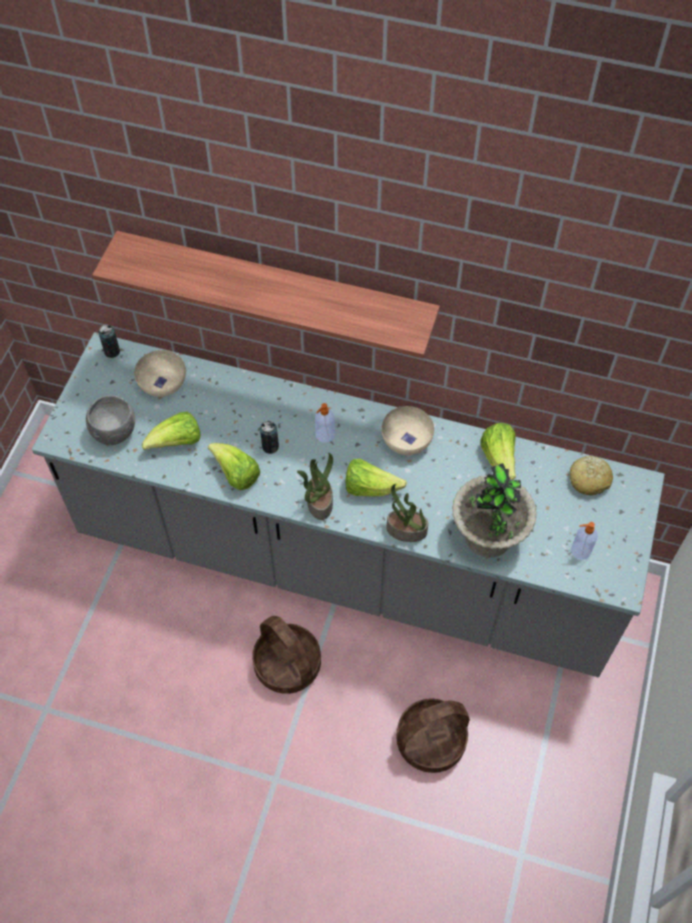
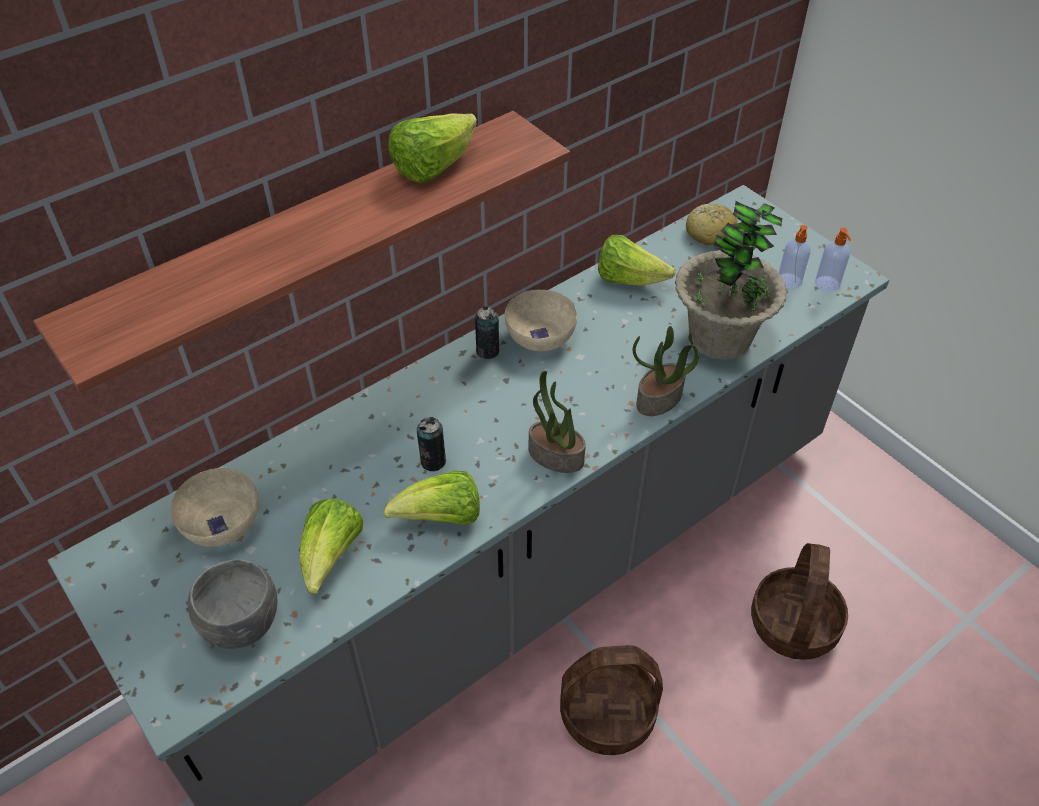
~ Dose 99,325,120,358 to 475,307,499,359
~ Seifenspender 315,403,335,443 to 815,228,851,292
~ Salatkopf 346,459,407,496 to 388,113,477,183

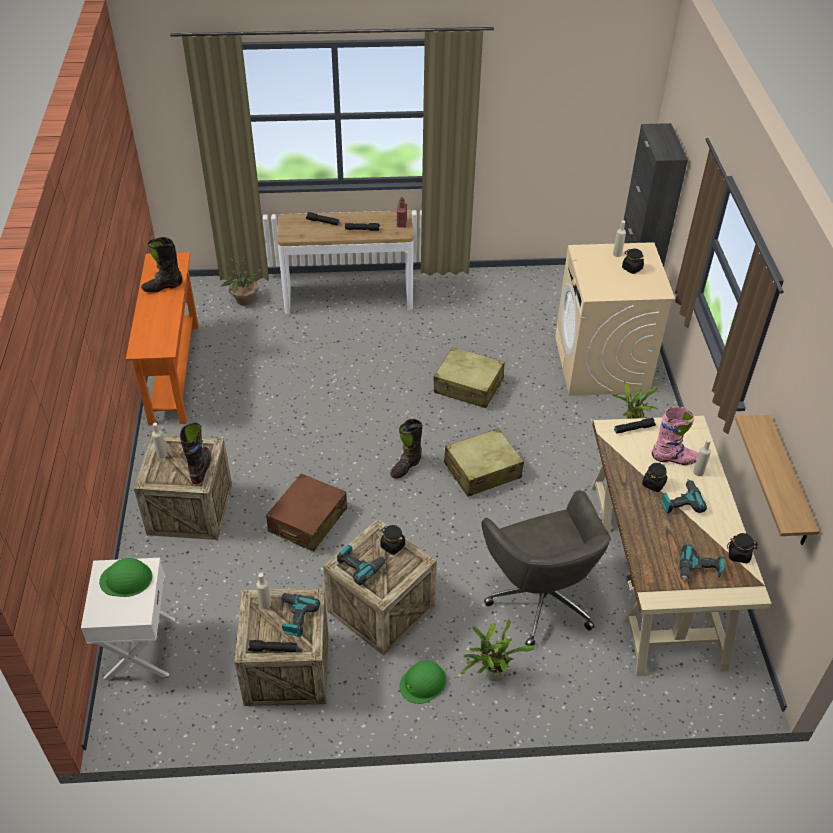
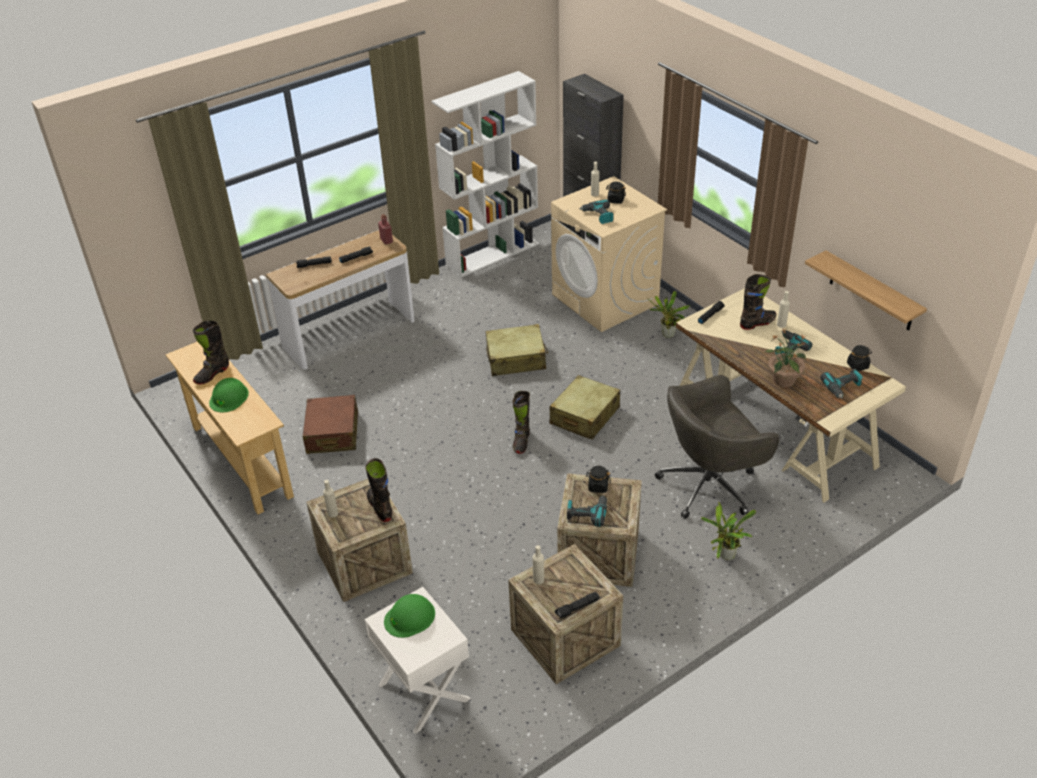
- Vorratsglas/schwarz 642,463,667,492
+ Bücherregal/weiß 431,71,539,278
~ Topfpflanze 220,256,261,306 to 764,328,806,387
~ Koffer/braun 266,474,347,551 to 303,395,358,454
~ Bohrmaschine 278,593,320,637 to 579,199,614,224
~ Schutzhelm/grün 399,660,446,704 to 209,378,249,412
~ Konsolentisch/orange 126,252,199,425 to Konsolentisch/beige 166,341,294,514
~ Stiefel/rosa 652,407,699,465 to Stiefel/schwarz 740,274,777,330
~ Bürostuhl/grau 482,491,611,646 = 655,375,779,519 120 degrees clockwise

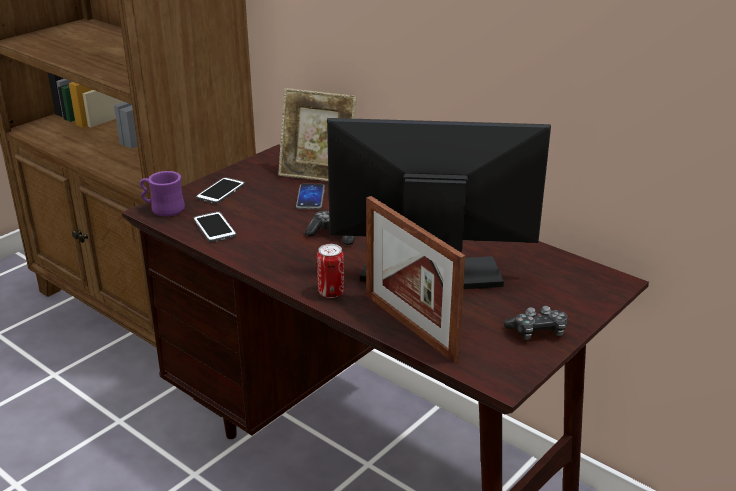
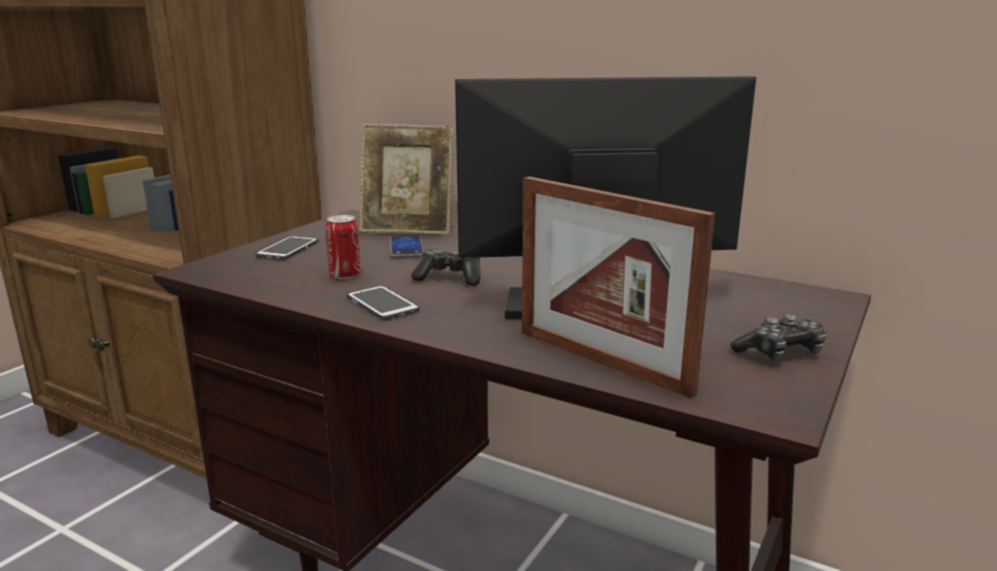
- Henkelbecher/lila 140,171,185,216
~ Handy 193,211,237,243 to 347,285,419,320
~ Dose 317,244,344,298 to 325,215,360,279

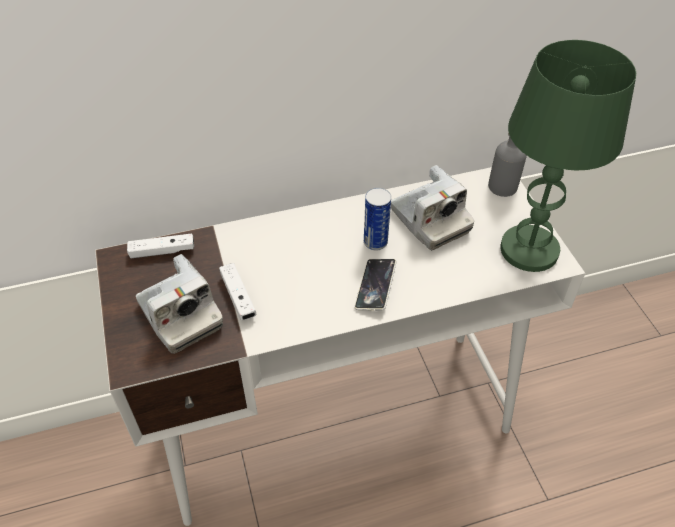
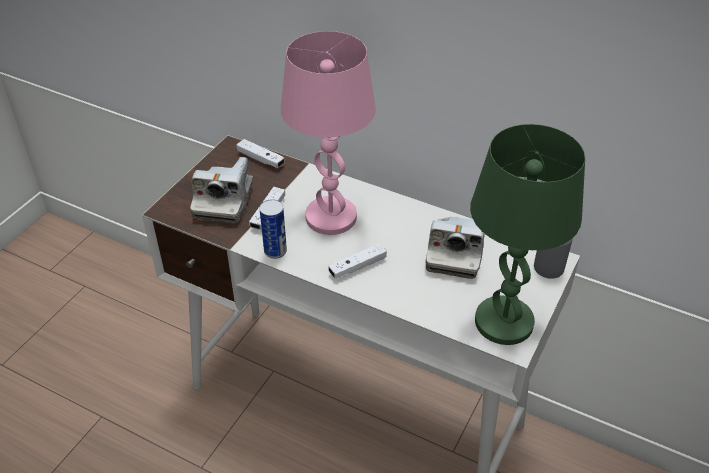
+ Tischlampe/rosa 281,31,376,235
~ Dose 364,188,391,251 to 259,199,287,259
~ Handy 354,259,396,311 to Gamepad/weiß 328,243,387,279

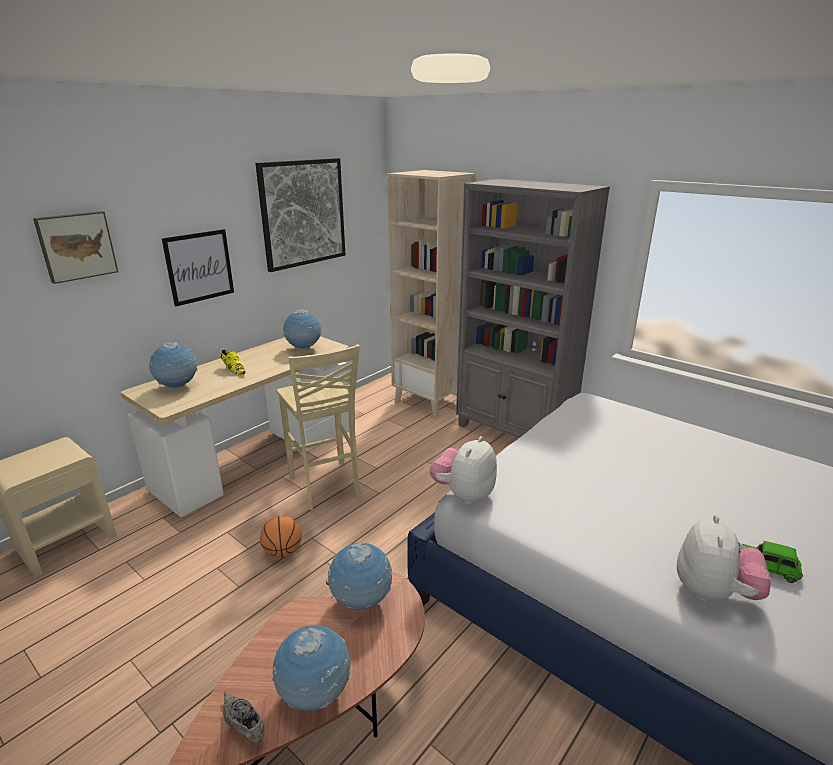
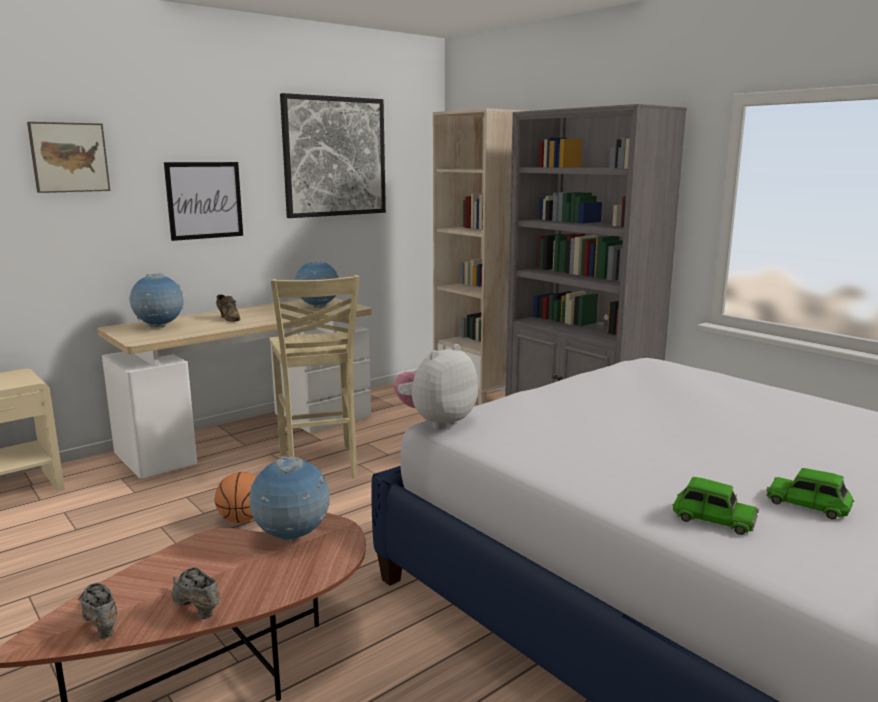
~ Globus 271,625,351,711 to Schuh/grau 172,567,220,619
~ Plüschtier 677,515,771,601 to Spielzeugauto/grün 672,477,759,535
~ Schuh/gelb 221,349,246,375 to Schuh/braun 216,294,240,322

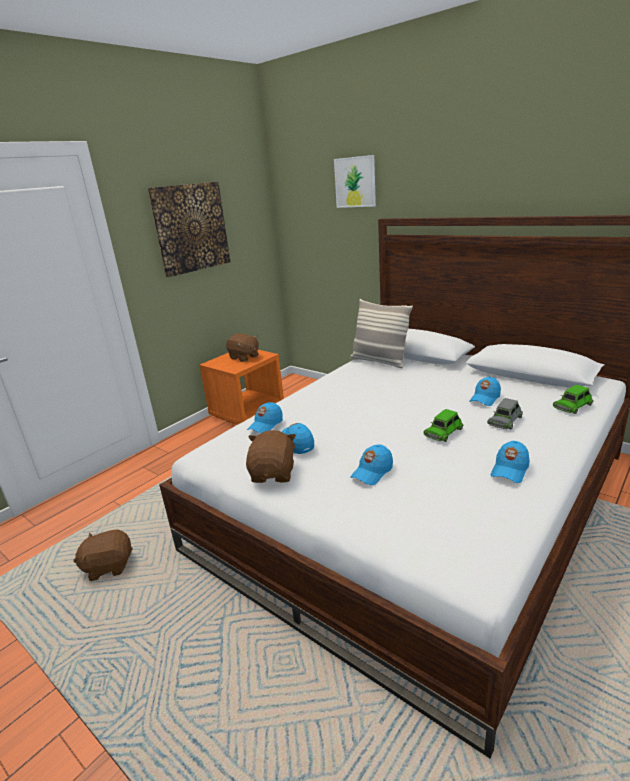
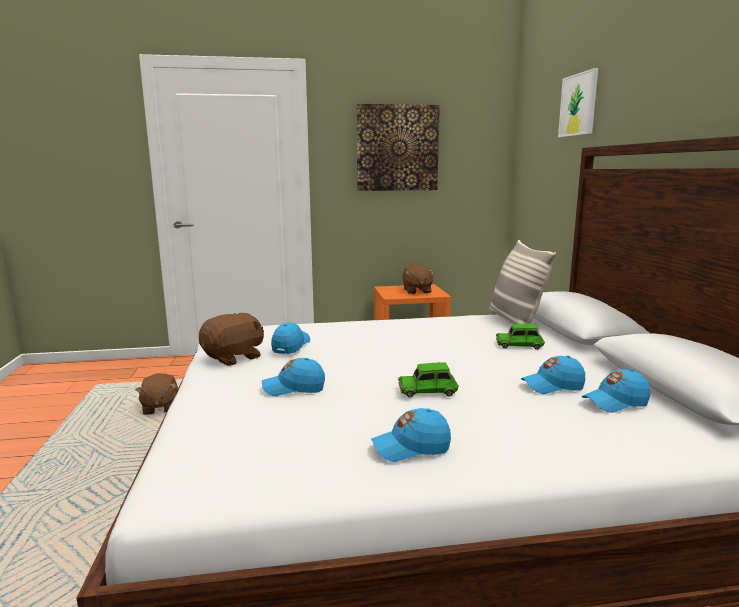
- Spielzeugauto/grau 487,398,523,430
~ Kappe/blau 247,402,283,433 to 581,369,650,413
~ Spielzeugauto/grün 553,385,593,414 to 496,324,545,350
~ Plüschtier/braun 73,529,133,581 = 136,373,178,415 135 degrees counterclockwise

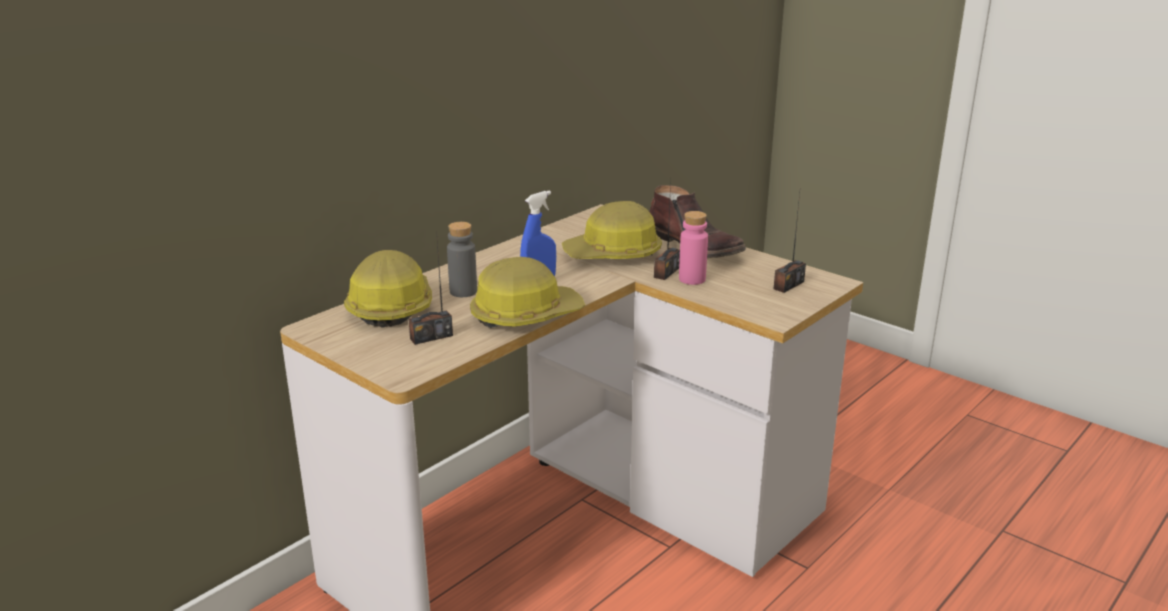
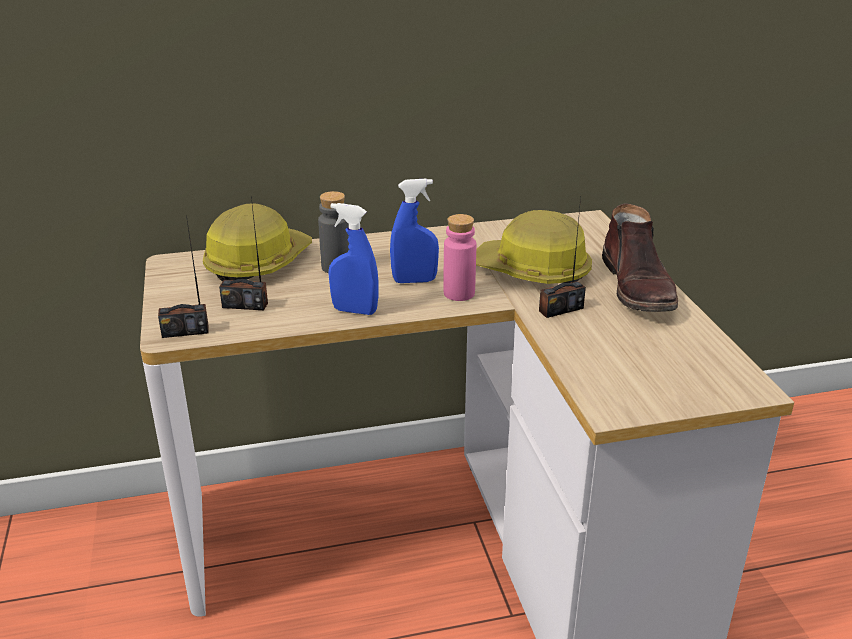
~ Flasche/rosa 679,211,708,285 to 443,214,476,301
~ Radio 774,193,806,293 to 158,216,209,338
~ Schutzhelm 470,257,585,328 to Sprühflasche/blau 329,203,379,315

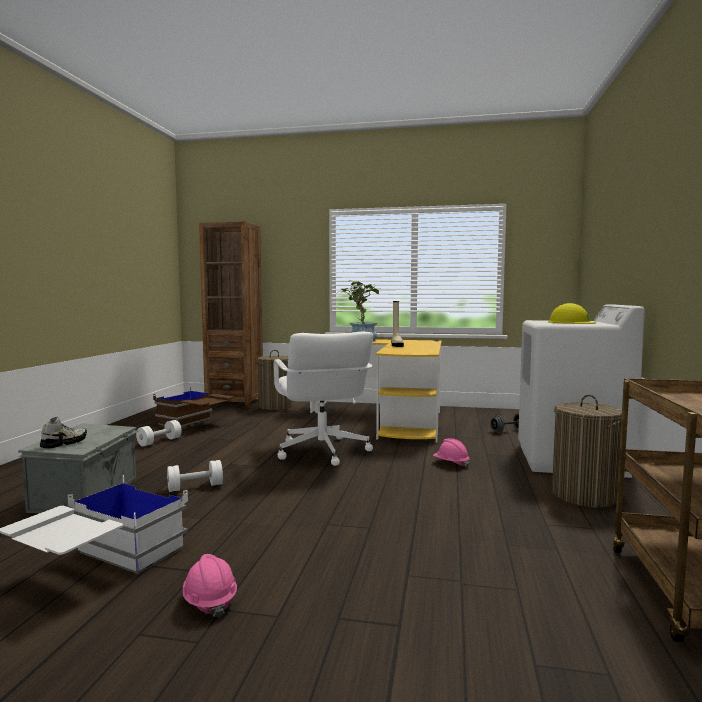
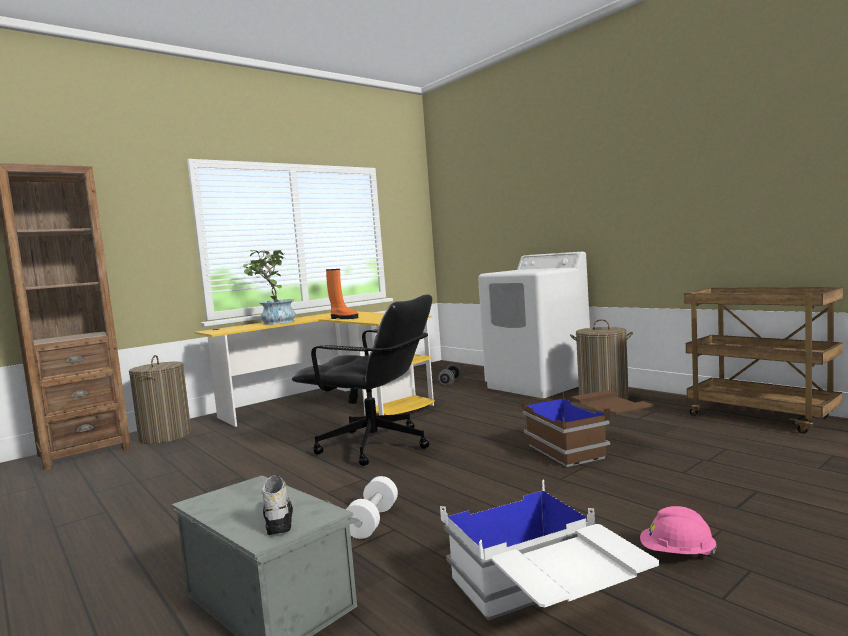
- Hantel/weiß 136,420,182,446
- Schutzhelm/rosa 433,439,470,468
- Schutzhelm/gelb 548,303,596,324
~ Aufbewahrungsbox/braun 153,387,235,427 to 521,390,653,467
~ Bürostuhl/weiß 274,332,373,466 to Bürostuhl/schwarz 292,295,432,466
~ Stiefel/beige 391,301,404,347 to Stiefel/orange 326,269,358,319

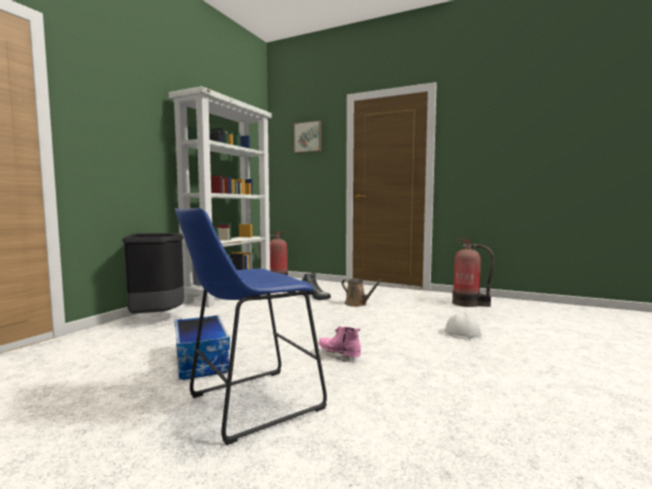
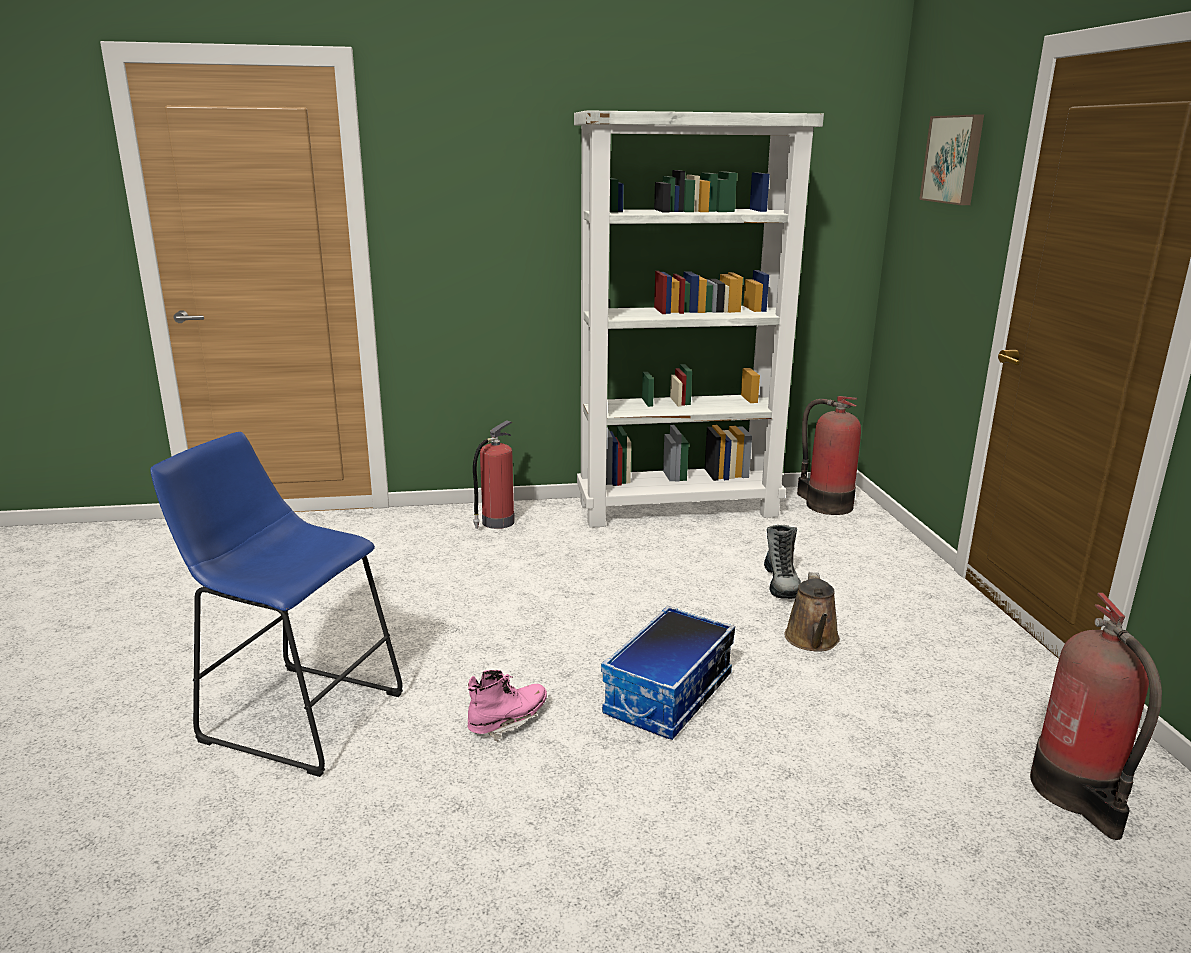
- Schutzhelm/weiß 445,311,482,339
~ Aufbewahrungsbox 175,315,230,380 to 601,606,735,740
~ Mülleimer/schwarz 122,233,184,314 to Feuerlöscher 473,420,515,529
~ Stiefel/rosa 318,326,361,362 = 468,670,547,742 45 degrees clockwise

